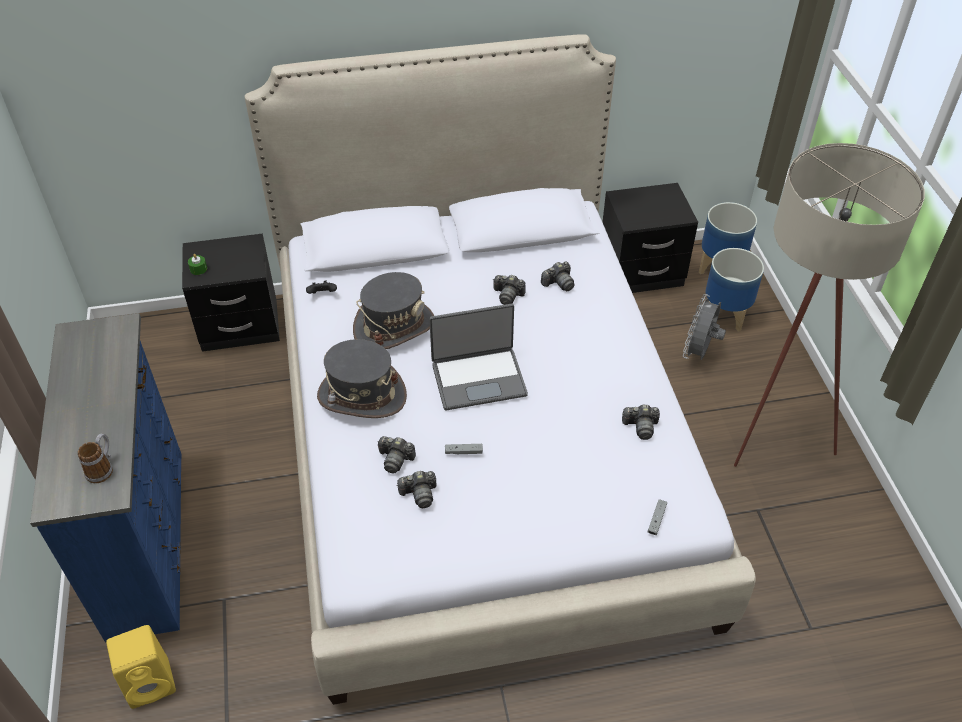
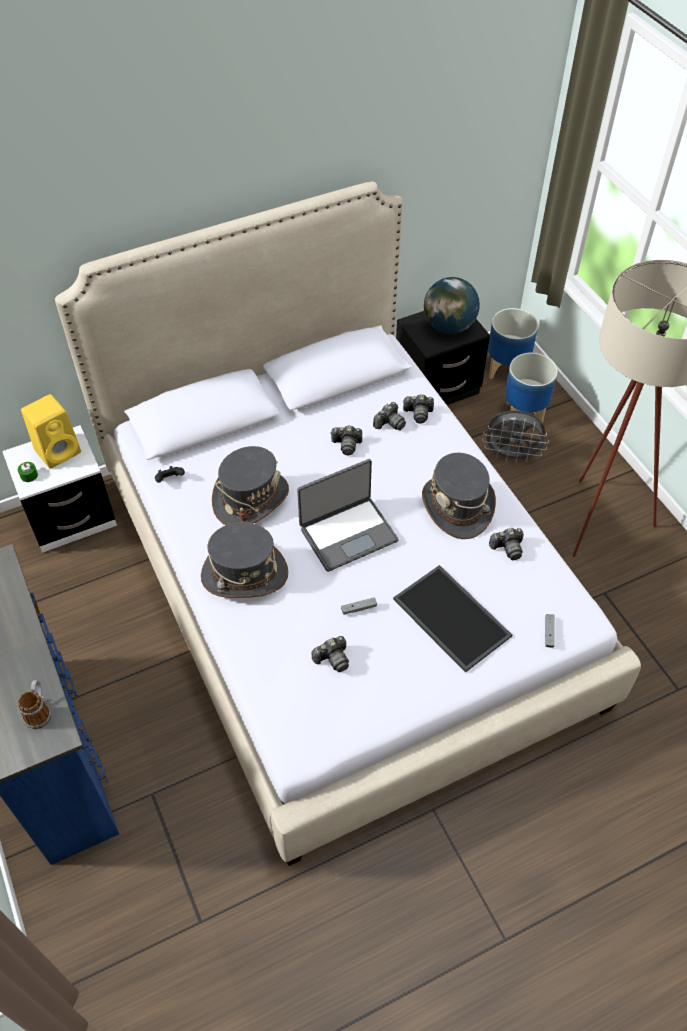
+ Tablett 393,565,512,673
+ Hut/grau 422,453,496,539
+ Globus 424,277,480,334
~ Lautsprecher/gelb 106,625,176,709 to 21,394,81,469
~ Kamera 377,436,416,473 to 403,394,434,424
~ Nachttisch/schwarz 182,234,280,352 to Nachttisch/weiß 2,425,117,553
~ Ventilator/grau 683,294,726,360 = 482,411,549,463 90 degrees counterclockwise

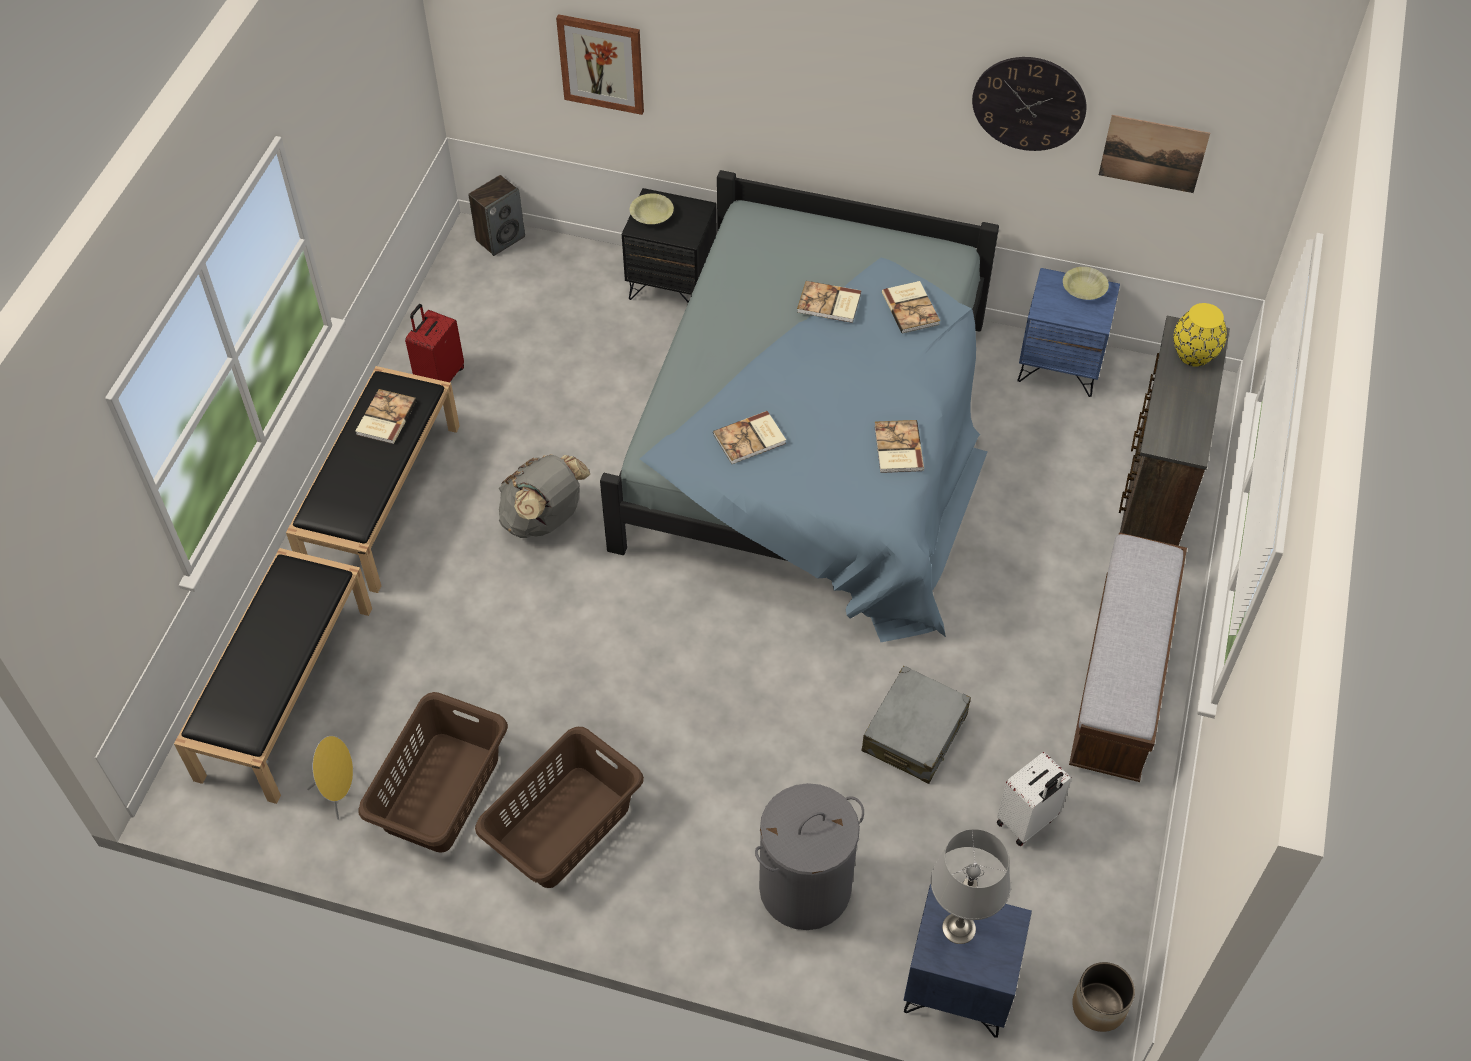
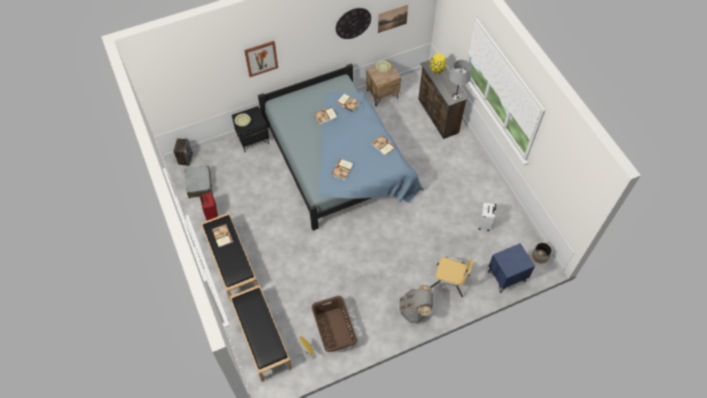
- Wäschekorb/braun 475,727,644,888
- Bank 1069,533,1187,782
~ Rucksack/grau 499,454,590,538 to 399,285,433,323
~ Bild 556,14,644,115 to 244,41,278,77
~ Koffer/grau 861,666,971,784 to 185,165,212,198
~ Tischlampe/grau 931,829,1011,944 to 449,60,471,100
~ Wäschekorb/grau 755,783,864,930 to Stuhl/gelb 430,257,474,297
~ Nachttisch/blau 1017,268,1120,397 to Nachttisch/braun 366,61,401,106

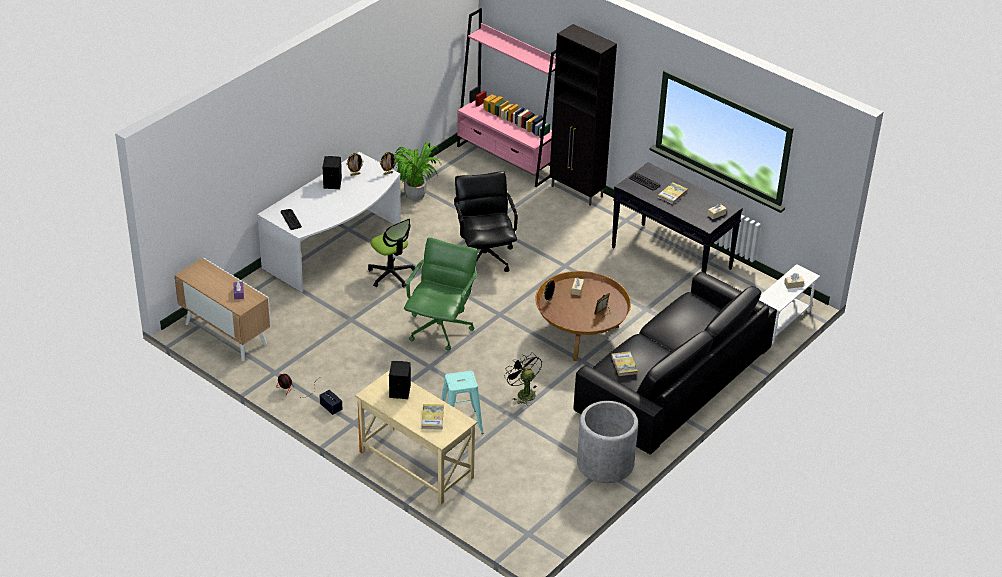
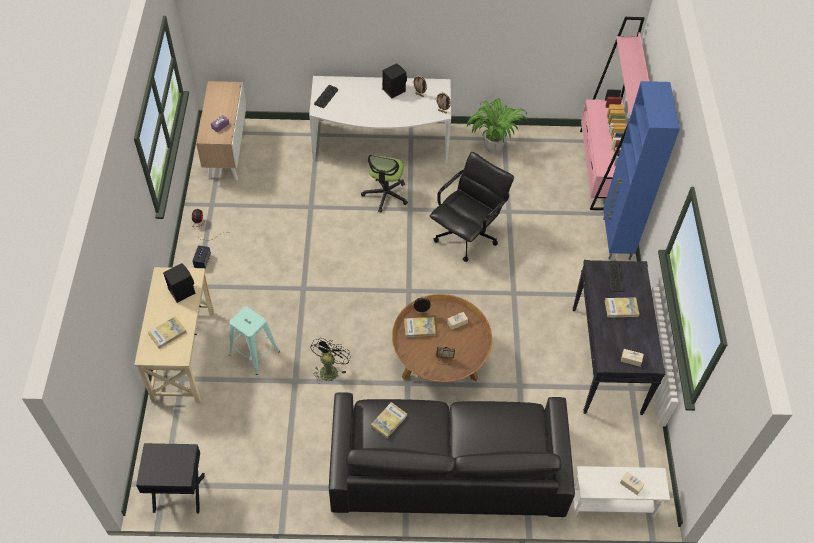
- Bürostuhl/grün 404,238,478,351
- Pflanzkübel/grau 577,401,638,483
+ Nachttisch/schwarz 136,443,205,514
+ Buch 404,317,436,337
~ Schrank/schwarz 550,24,617,206 to Schrank/blau 603,81,680,260

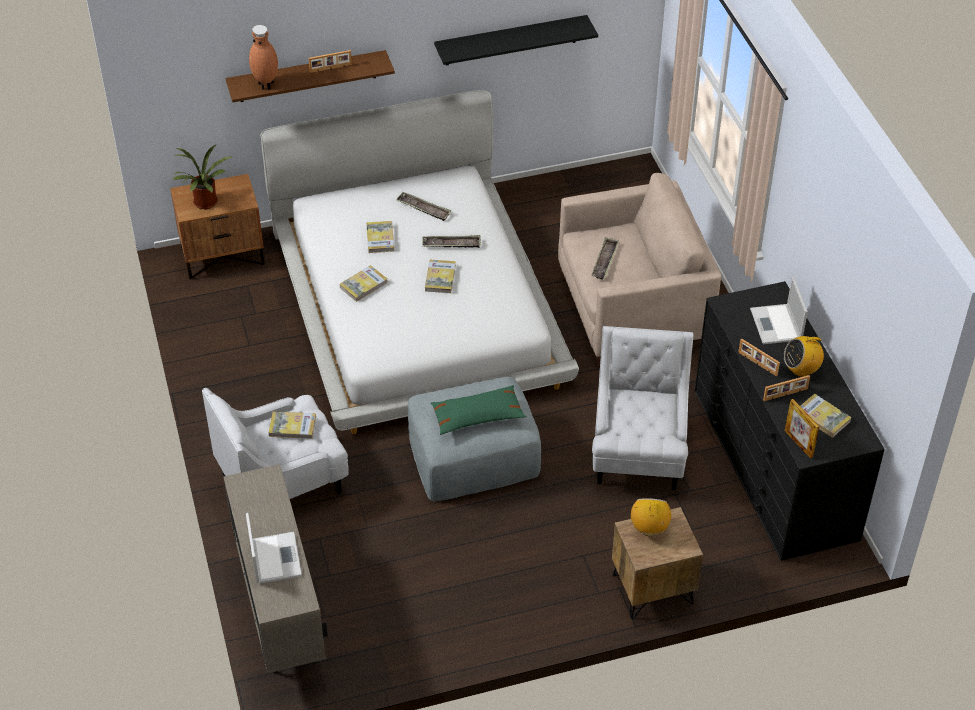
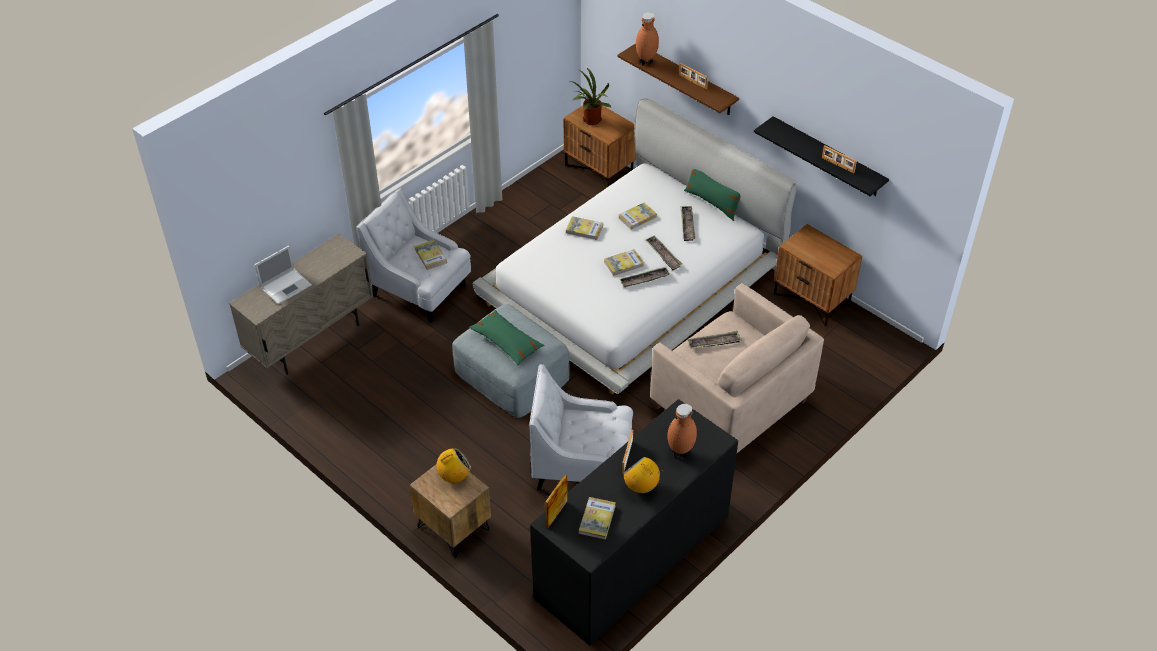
+ Tablett 620,267,670,287
+ Kissen/grün 684,169,740,221
+ Nachttisch/braun 774,224,862,327
~ Bilderrahmen 763,375,810,401 to 822,145,857,174
~ Laptop 750,277,808,344 to Vase/braun 668,404,697,458
~ Sessel/weiß 592,326,694,490 = 529,364,633,490 150 degrees counterclockwise

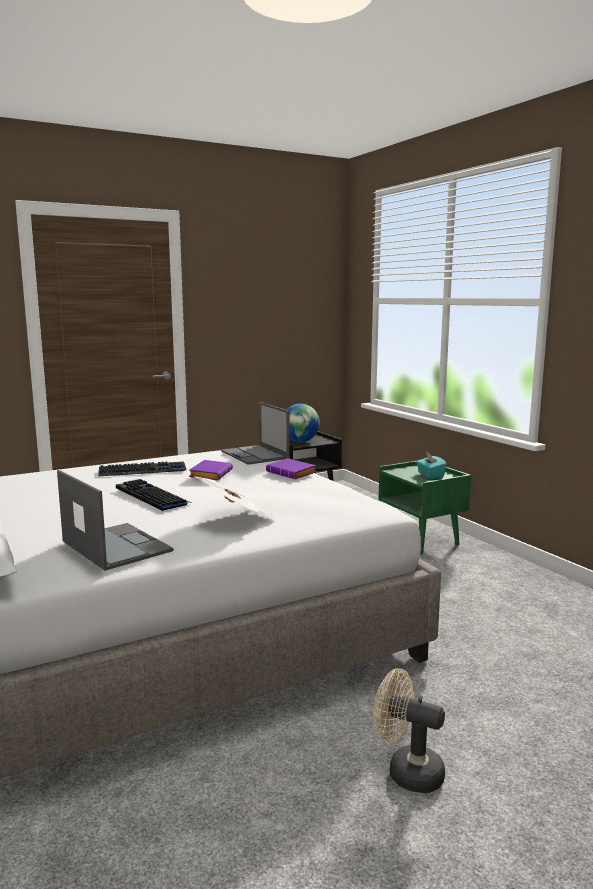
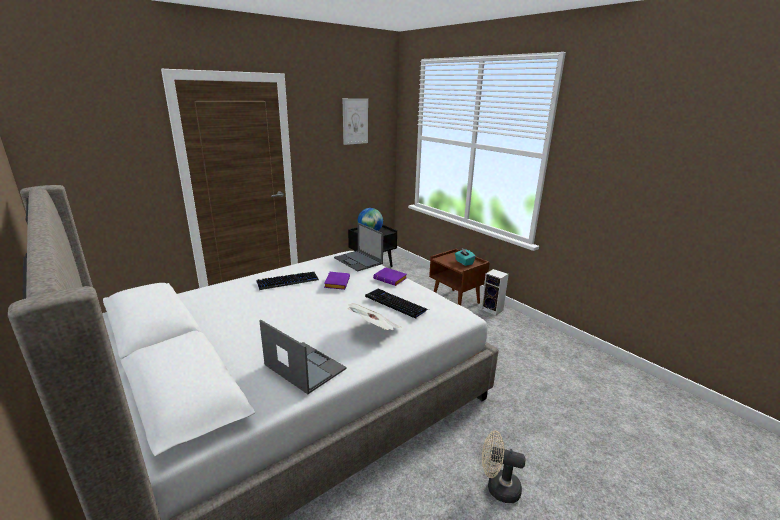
+ Bild 343,98,368,145
+ Lautsprecher 481,269,509,316
~ Tastatur 116,479,191,511 to 365,288,429,319
~ Nachttisch/grün 378,461,471,554 to Nachttisch/braun 429,249,490,306

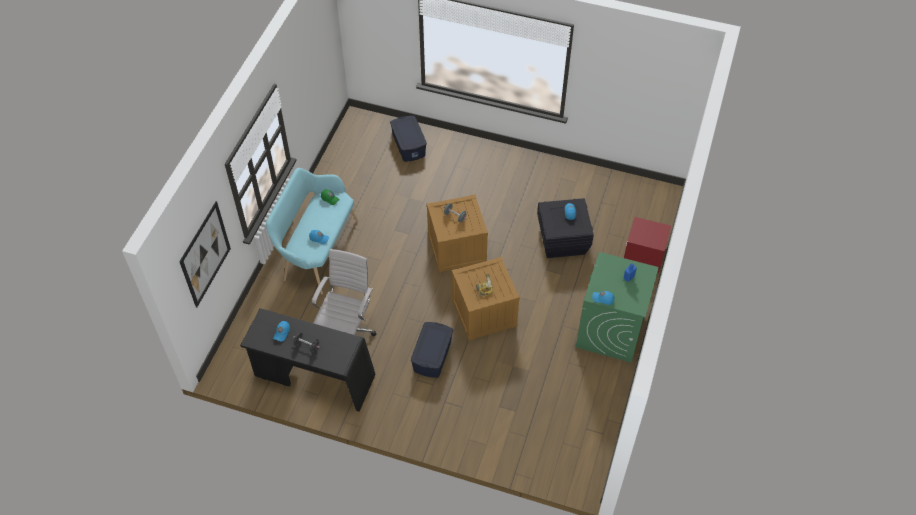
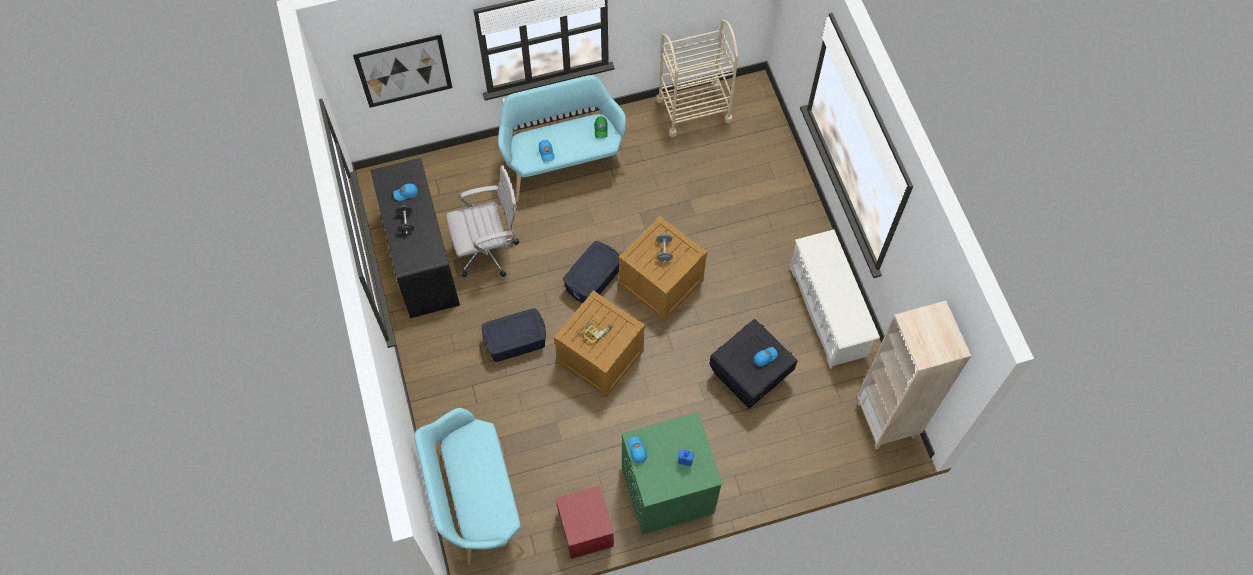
+ Bank/türkis 414,408,525,565
+ Rollwagen/beige 656,19,738,137
+ Schuhregal/weiß 790,229,880,369
+ Bücherregal/beige 857,301,971,449
~ Aufbewahrungsbox/blau 390,116,427,162 to 563,241,619,303
~ Nachttisch/rot 624,217,671,274 to 556,486,614,559

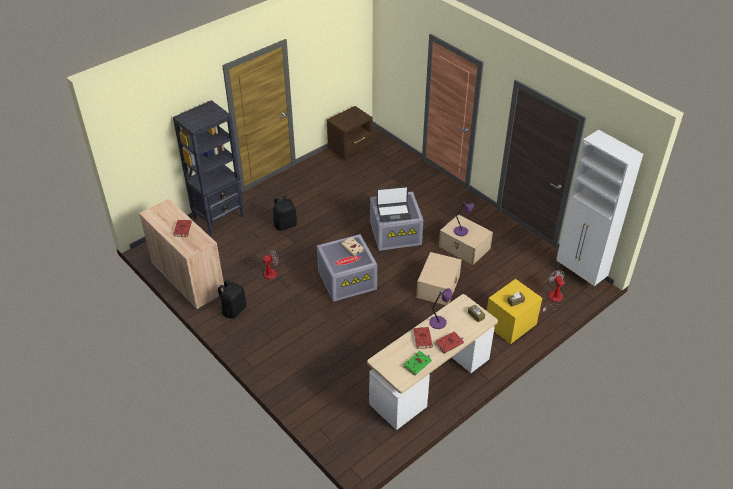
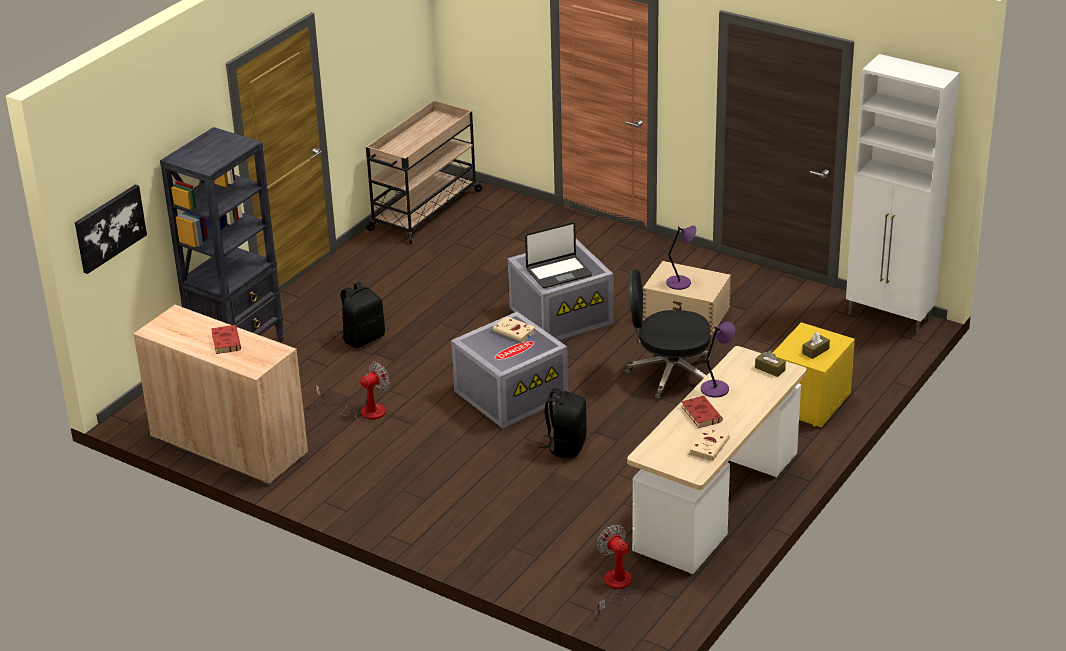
- Buch/rot 435,332,464,353
+ Bild 75,184,147,274
~ Rucksack/schwarz 218,279,246,319 to 539,388,587,458
~ Ventilator 540,270,565,314 to 595,525,632,616
~ Nachttisch/braun 327,106,373,161 to Rollwagen/beige 366,100,483,244
~ Aufbewahrungsbox/beige 416,252,462,305 to Bürostuhl/schwarz 624,270,711,399
~ Buch/grün 403,351,432,375 to Buch/beige 689,427,730,461

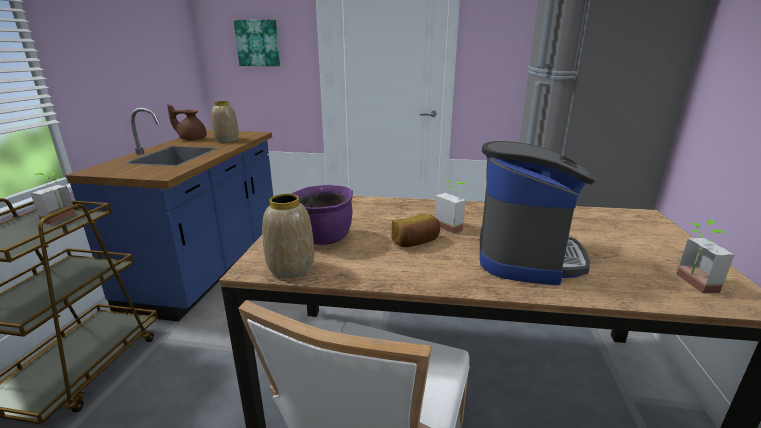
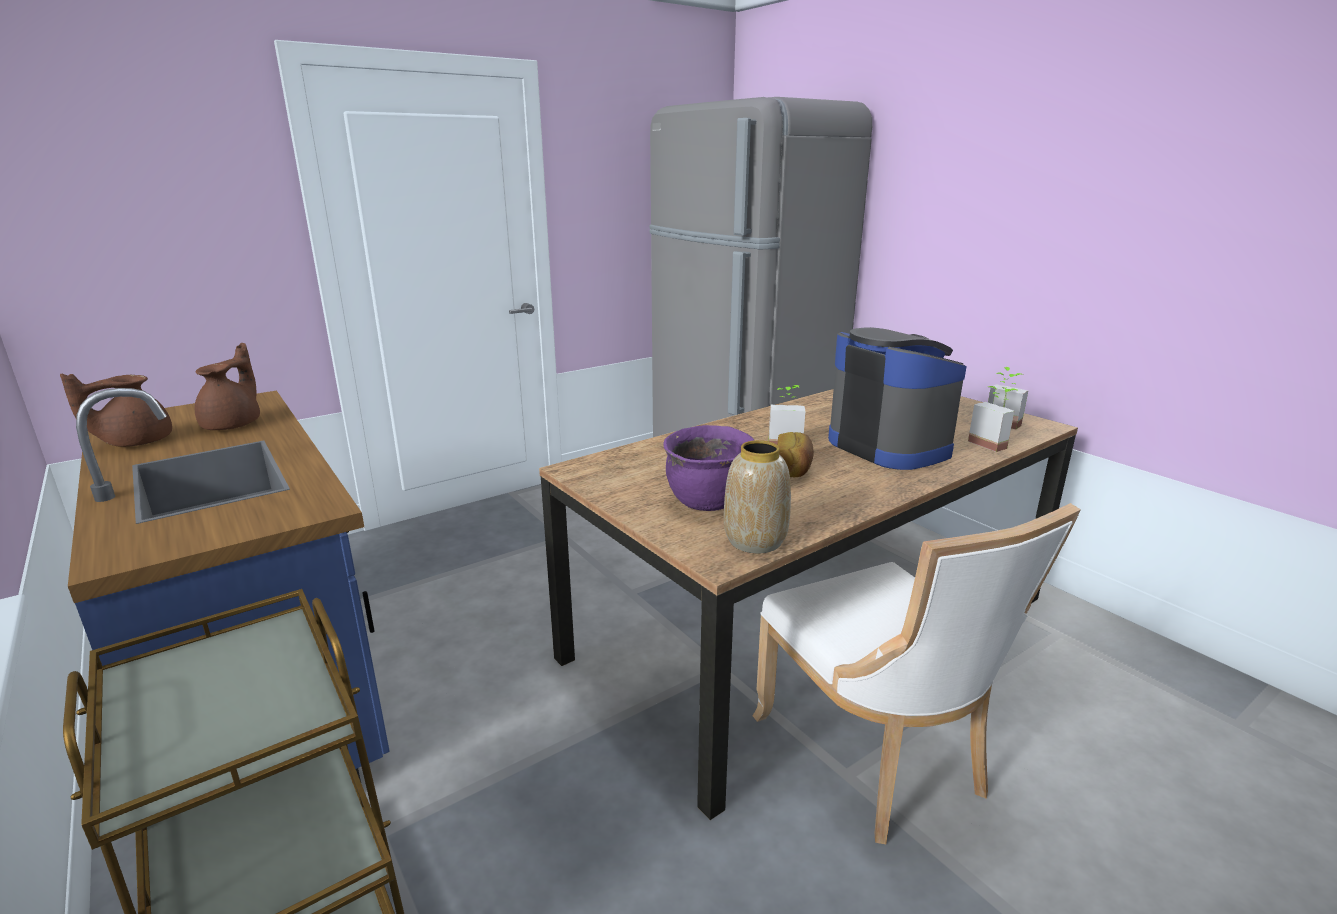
- Bild 234,20,280,66
~ Topfpflanze 31,173,76,224 to 968,386,1019,452
~ Vase 211,101,239,143 to Teekanne/braun 195,343,260,430

